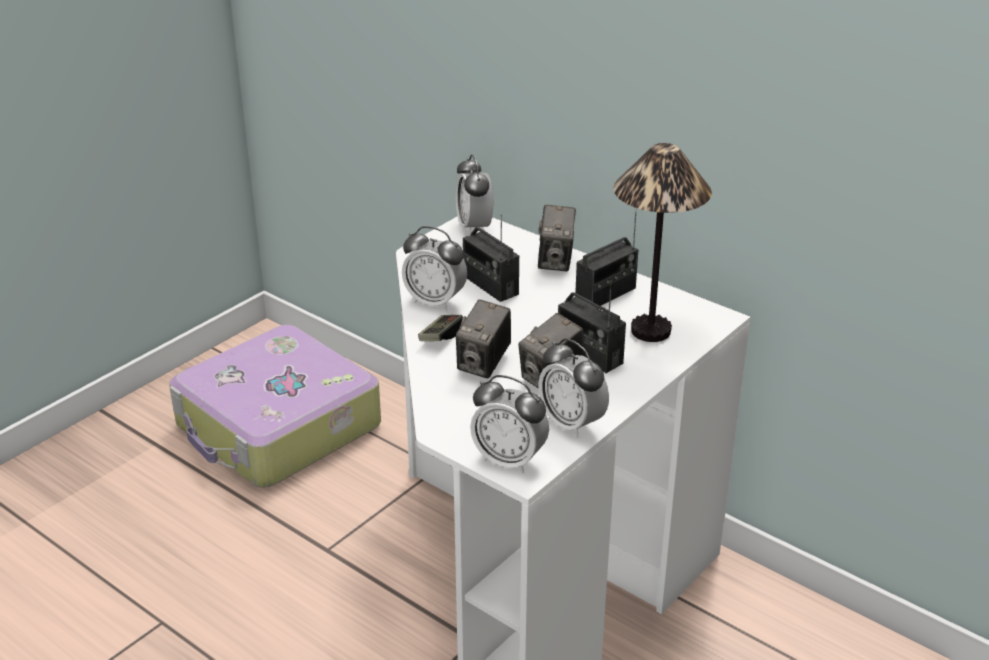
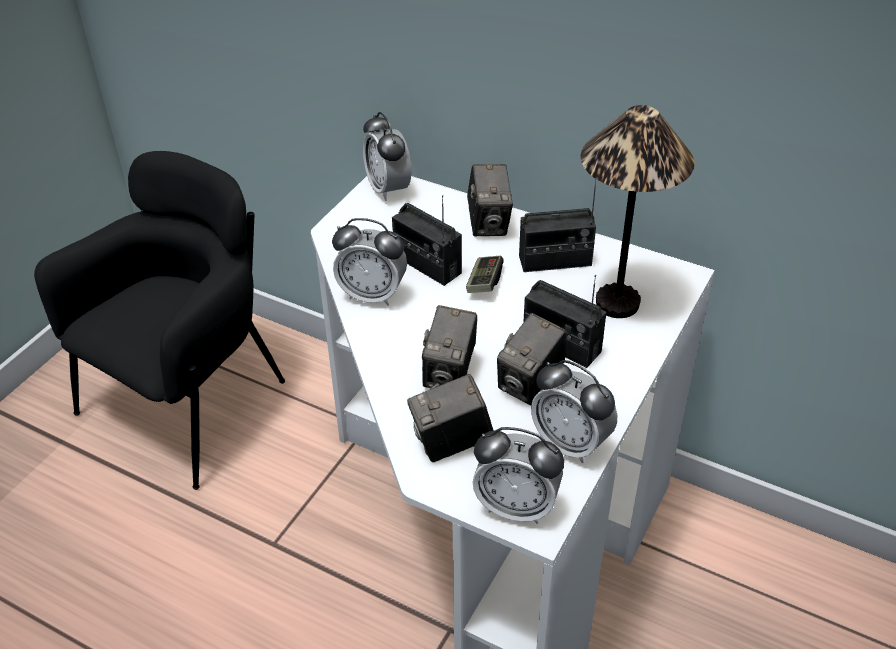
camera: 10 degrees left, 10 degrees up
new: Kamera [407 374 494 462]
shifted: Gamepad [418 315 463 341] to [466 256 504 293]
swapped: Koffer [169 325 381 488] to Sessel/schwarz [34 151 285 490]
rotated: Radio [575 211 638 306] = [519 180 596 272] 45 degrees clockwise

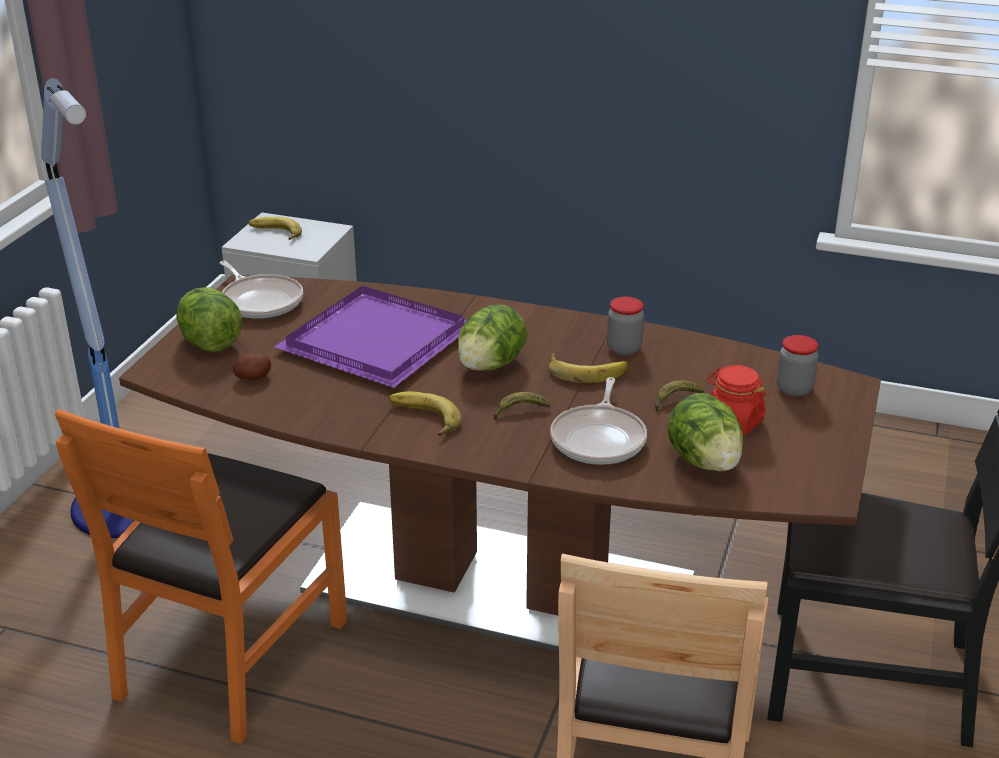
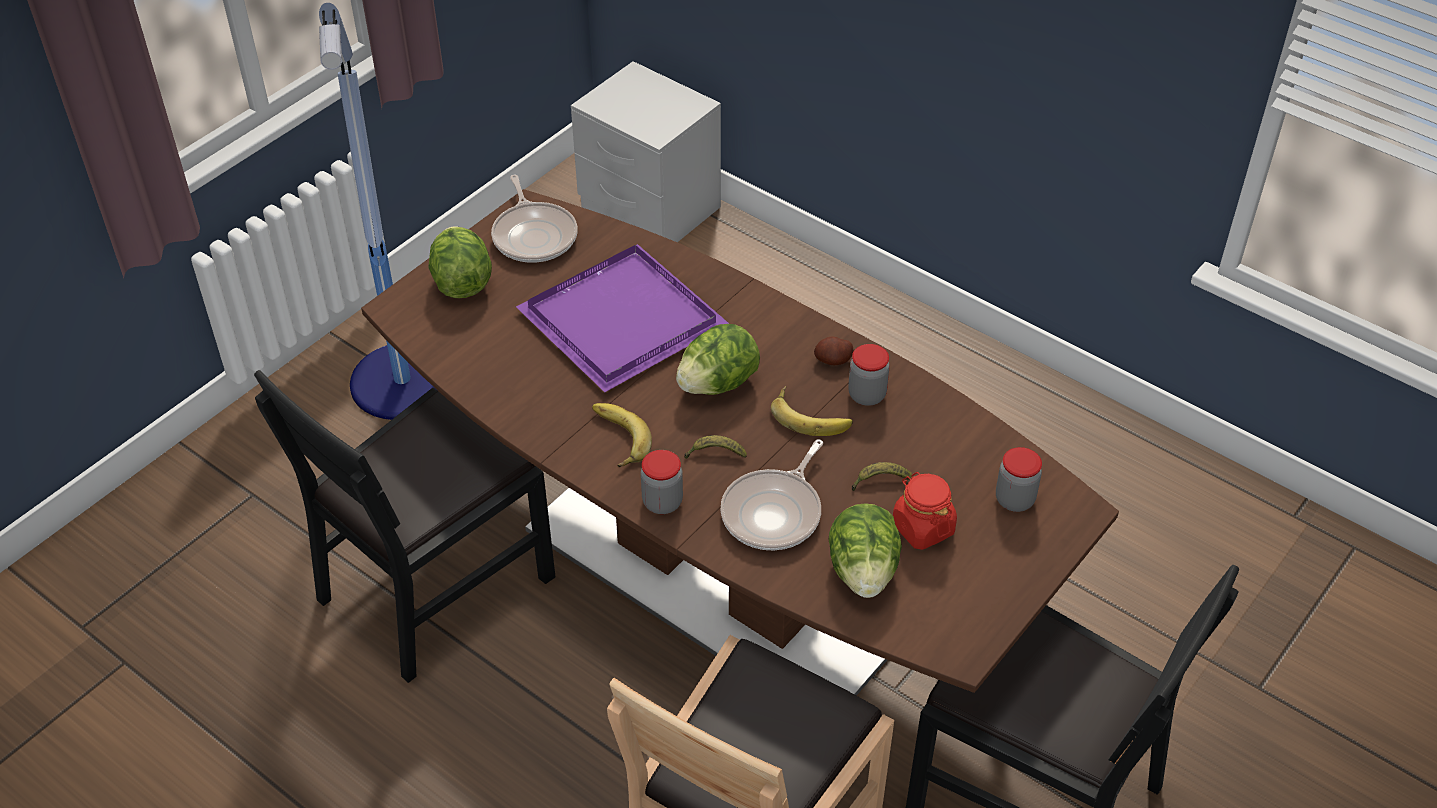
camera: 20 degrees right, 15 degrees up
gone: Banane [249 217 302 240]
new: Vorratsglas [641 450 683 514]
shifted: Kartoffel [233 353 271 380] to [814 336 854 365]
repainted: Stuhl/orange [55 409 347 744] to Stuhl/schwarz [254 370 555 683]

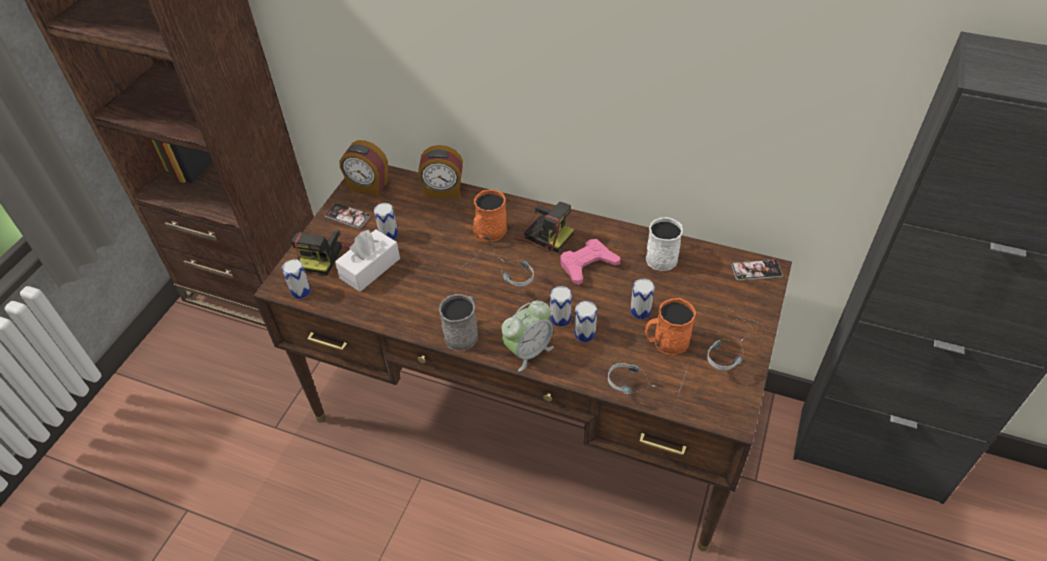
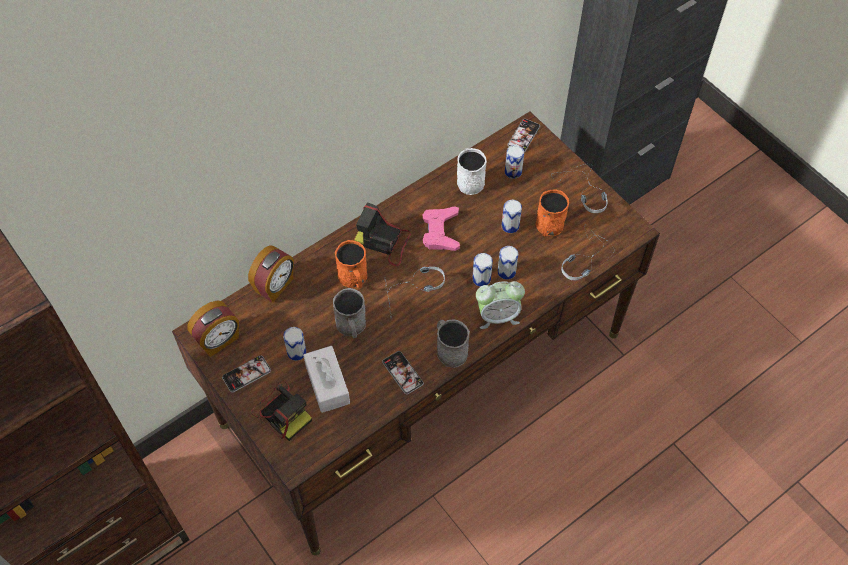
camera: 60 degrees left, 10 degrees up
new: Henkelbecher/grau [333 288 366 338]; Handy [382 351 424 394]
shifted: Dose [282 259 311 299] to [505 145 524 179]
rotated: Wecker [501 301 554 372] = [476 281 525 329] 90 degrees clockwise; Kamera [513 202 574 253] = [354 202 411 266] 135 degrees counterclockwise

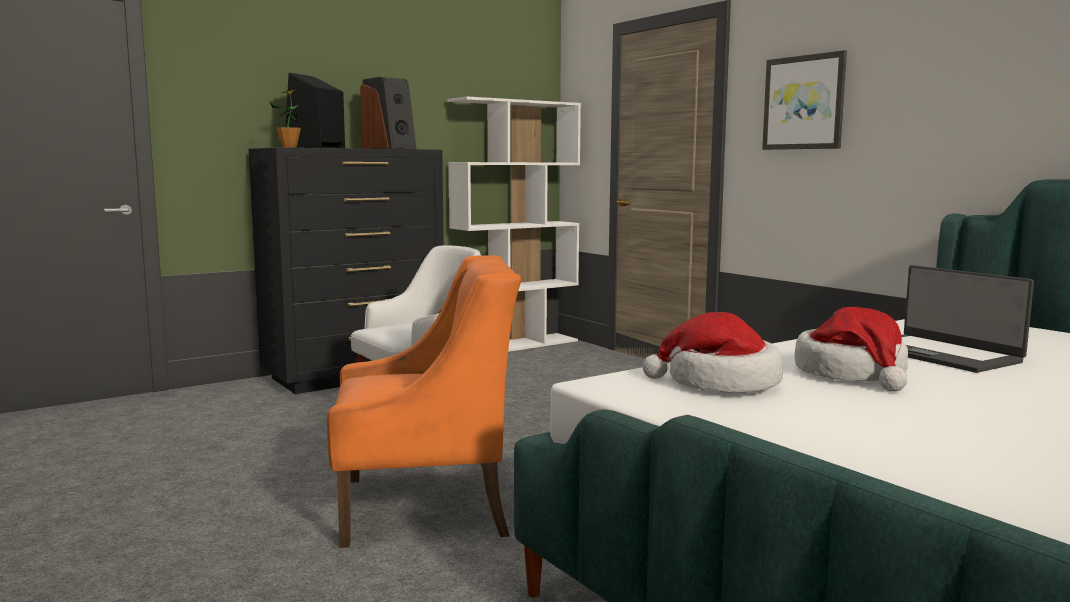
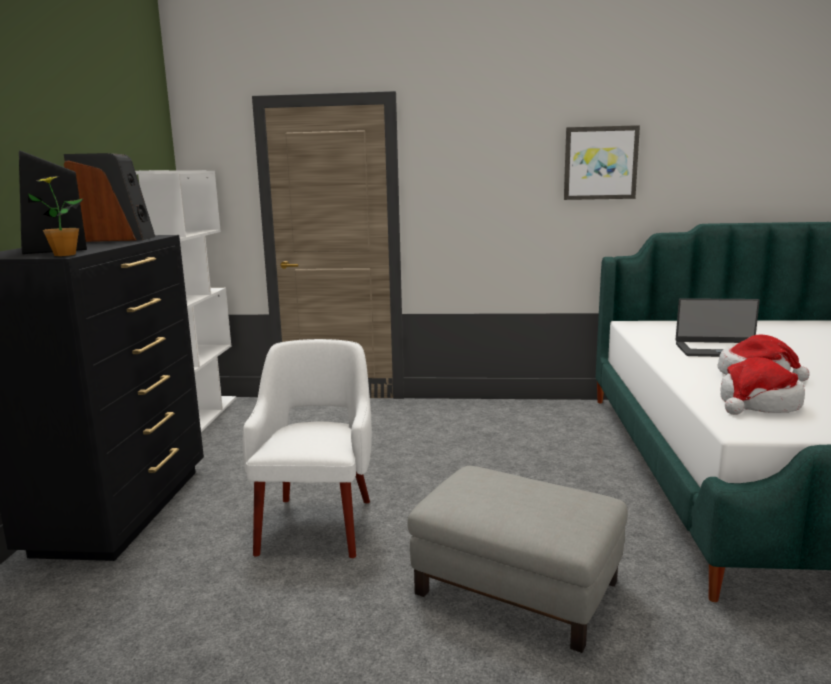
camera: 50 degrees left, 5 degrees up
shifted: Bild [762 50 847 150] to [564 125 640 200]
swapped: Sessel/orange [327 256 521 548] to Polsterhocker/grau [407 466 628 653]

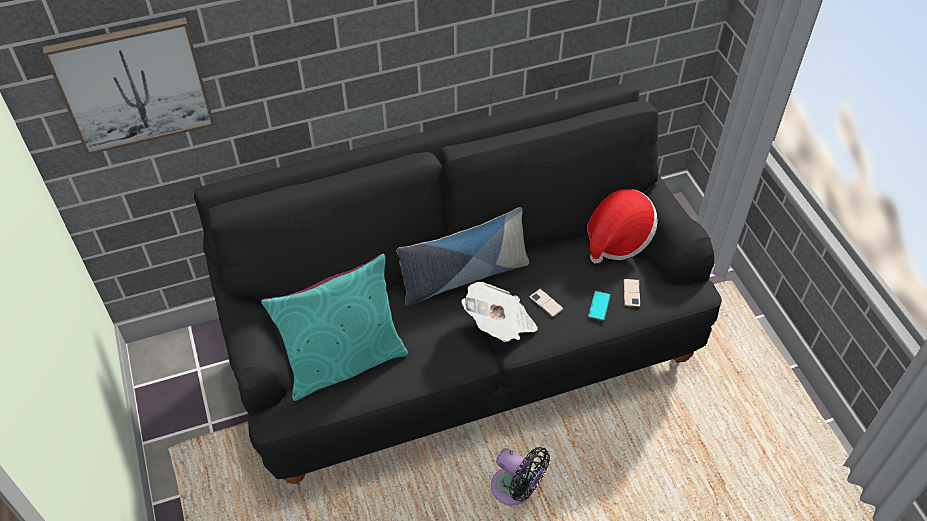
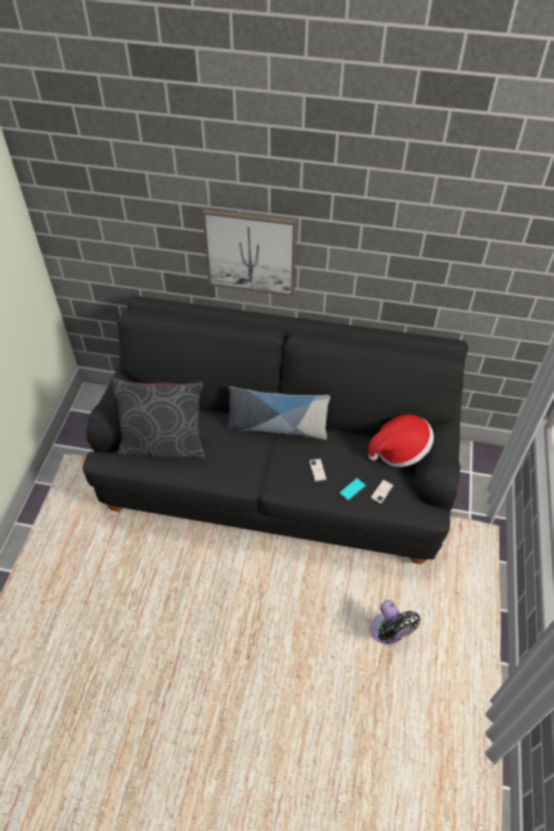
camera: 30 degrees right, 0 degrees up
gone: Zeitung [461 282 538 342]
shifted: Bild [43 17 215 155] to [202 209 296 296]; Ventilator/schwarz [491 447 550 506] to [370 600 420 645]
repainted: Kissen/türkis [261 253 408 401] to Kissen/grau [110 377 205 460]

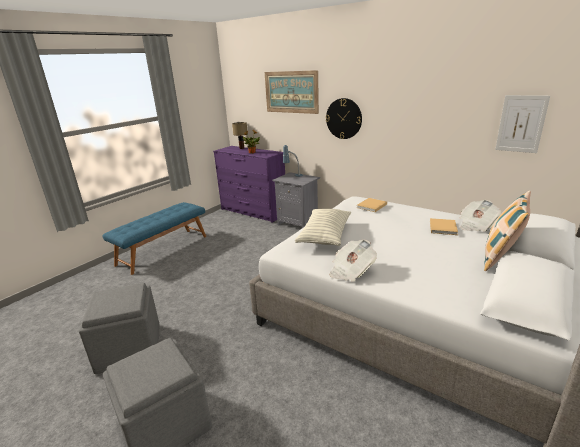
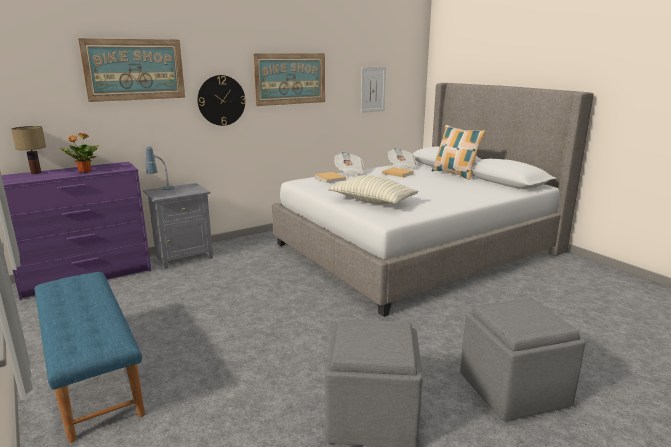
camera: 70 degrees left, 5 degrees down
new: Bild [253 53 325 106]
shifted: Zeitung [329 240 377 281] to [334 152 364 177]

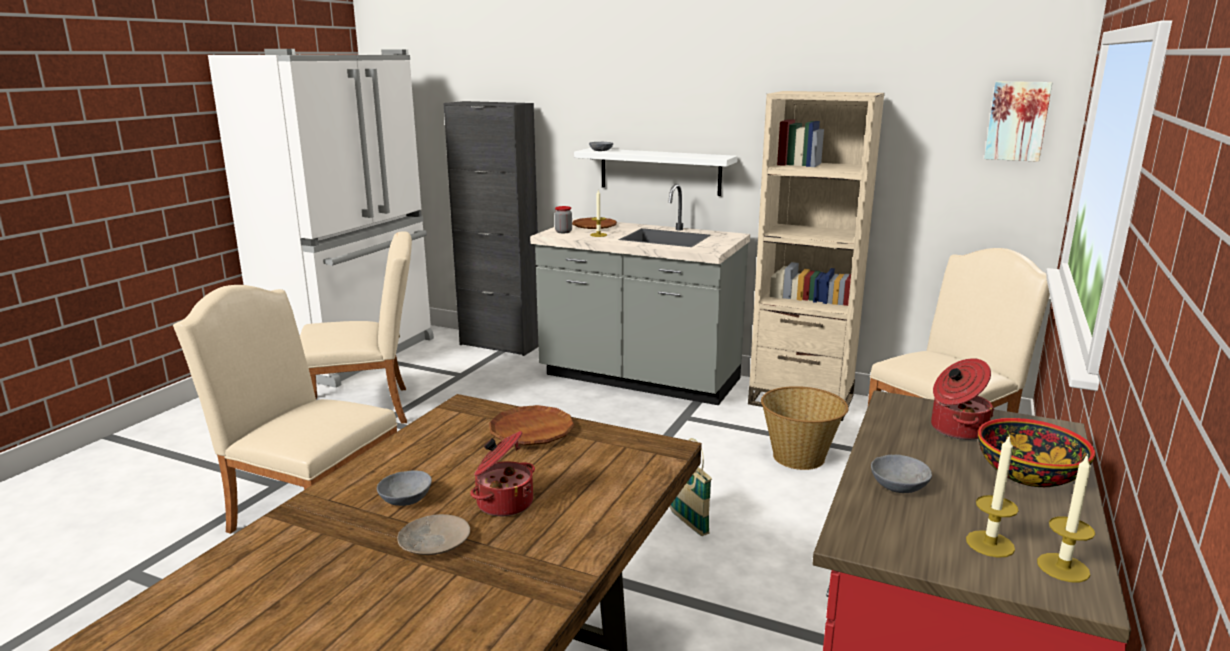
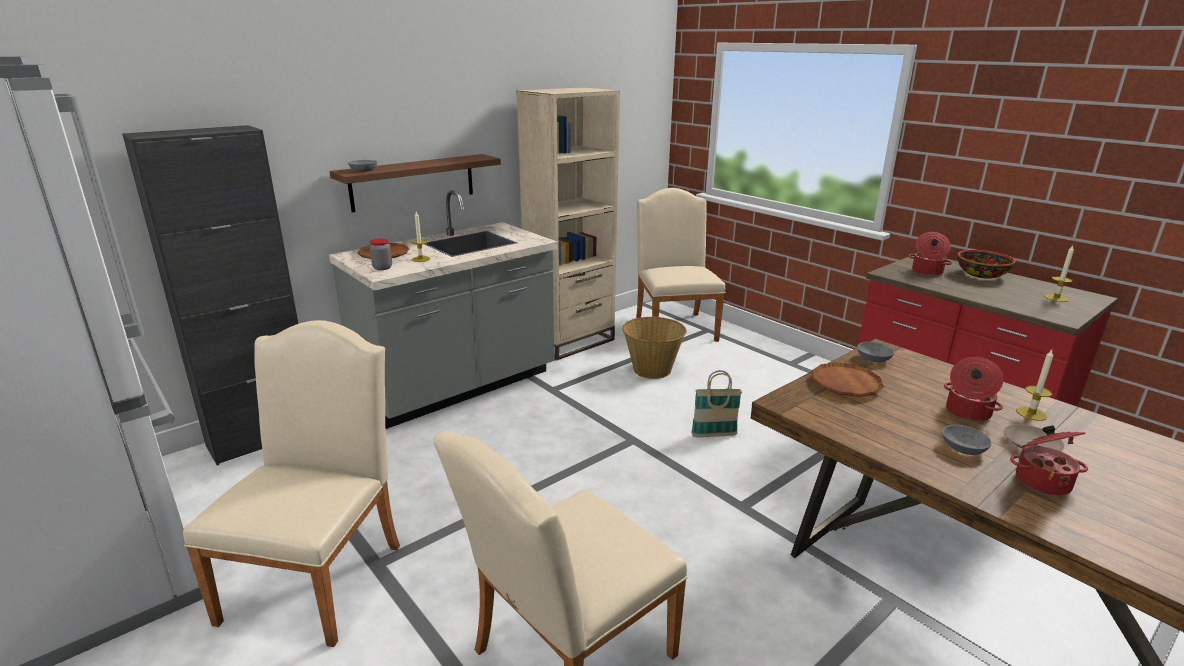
camera: 65 degrees left, 5 degrees up
gone: Bild [984 81 1052 162]
new: Kochtopf [1010 425 1088 496]
shifted: Schüssel/grau [871 455 932 493] to [857 342 894 362]; Kerze [1037 454 1095 582] to [1016 350 1053 421]
repainted: Wandregal/weiß [574 148 738 196] to Wandregal/braun [329 154 501 213]

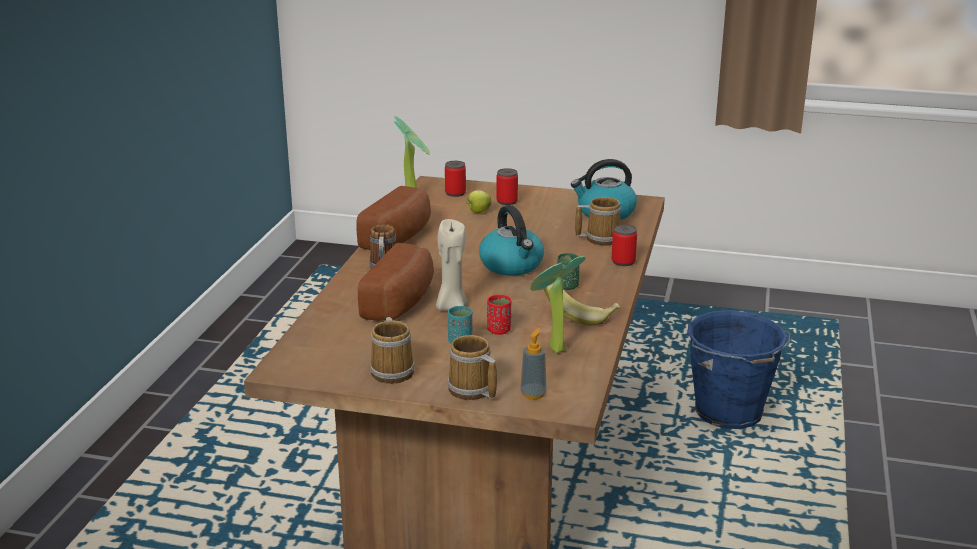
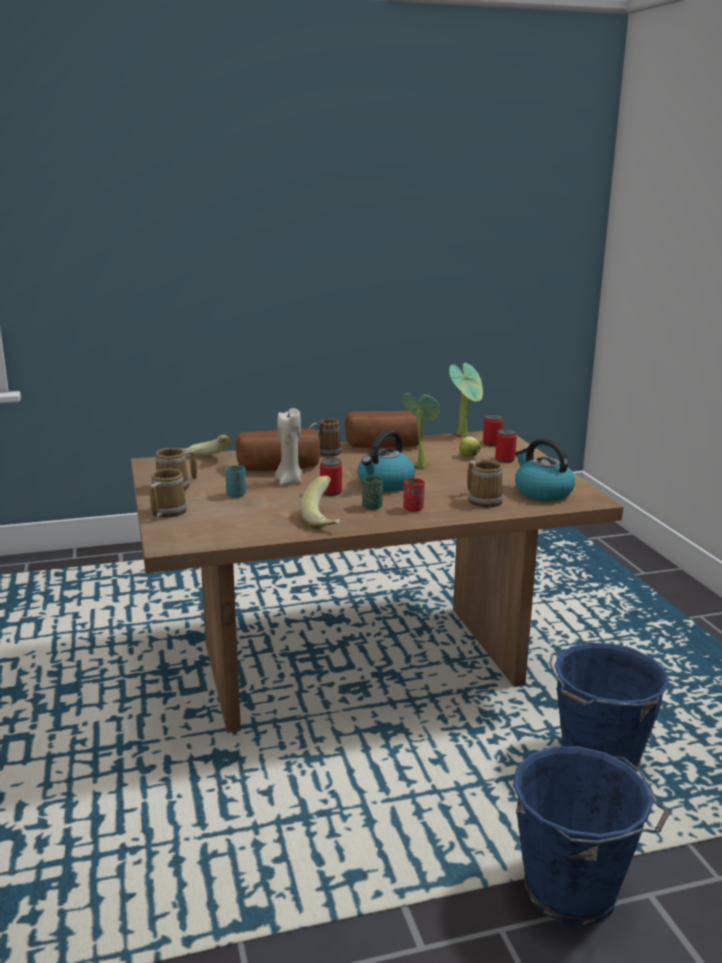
camera: 60 degrees right, 5 degrees down
gone: Seifenspender [520 328 547 400]
new: Banane [180 435 230 456]; Eimer/blau [513 746 670 926]
shifted: Tasse/rot [487 295 511 335] to [403 478 425 512]; Topfpflanze [530 256 585 353] to [402 393 440 468]; Dose [612 225 637 266] to [320 458 342 496]

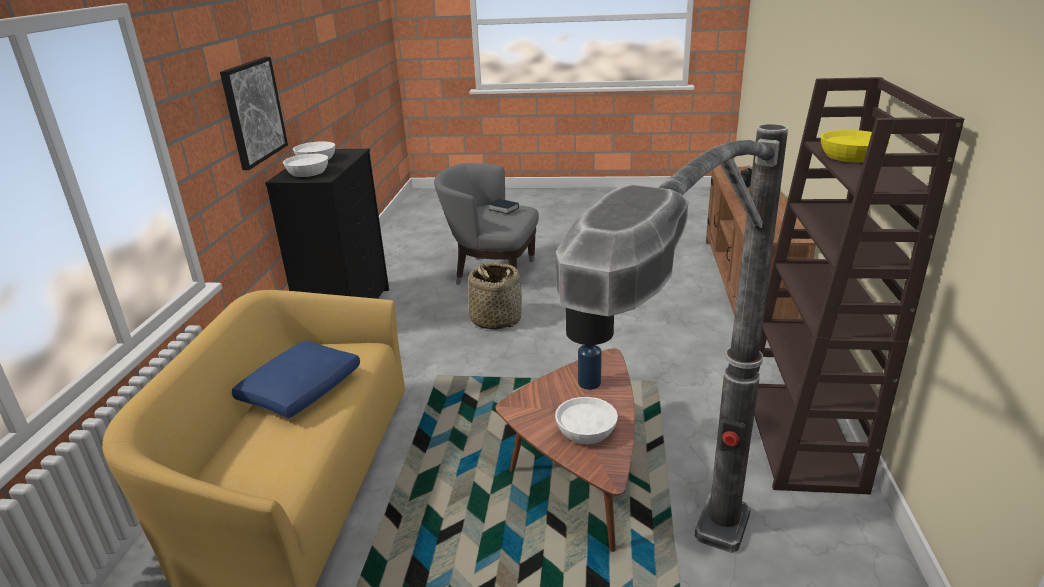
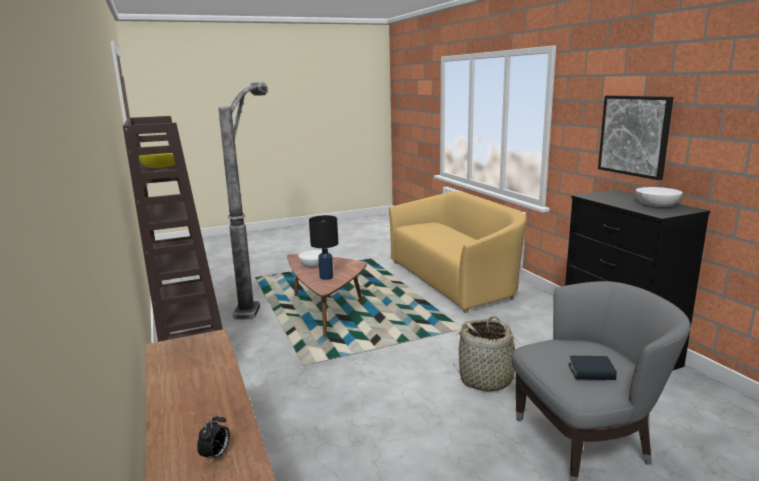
camera: 150 degrees right, 10 degrees down
gone: Kissen/blau [232 341 360 418]; Schüssel/weiß [283 154 328 177]

